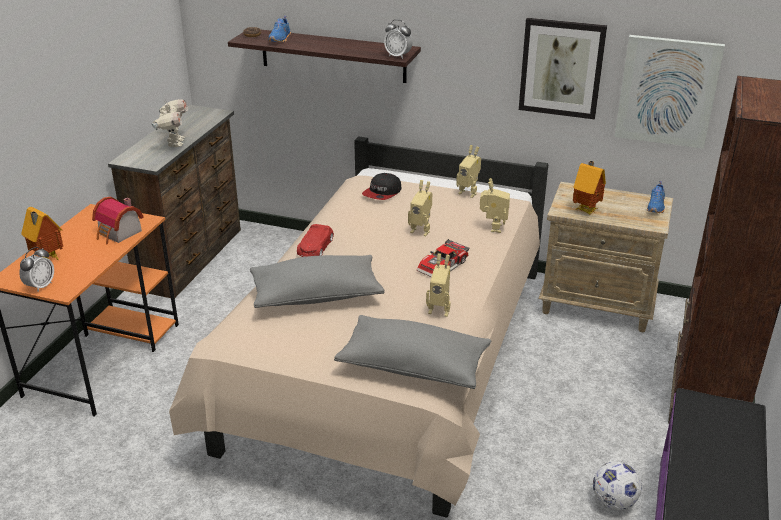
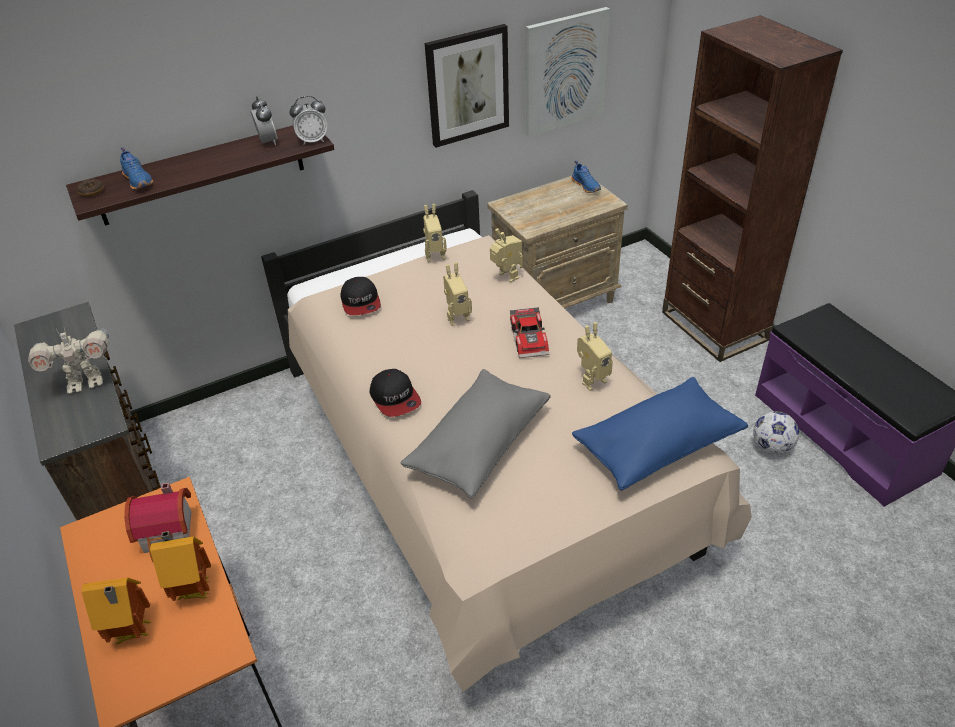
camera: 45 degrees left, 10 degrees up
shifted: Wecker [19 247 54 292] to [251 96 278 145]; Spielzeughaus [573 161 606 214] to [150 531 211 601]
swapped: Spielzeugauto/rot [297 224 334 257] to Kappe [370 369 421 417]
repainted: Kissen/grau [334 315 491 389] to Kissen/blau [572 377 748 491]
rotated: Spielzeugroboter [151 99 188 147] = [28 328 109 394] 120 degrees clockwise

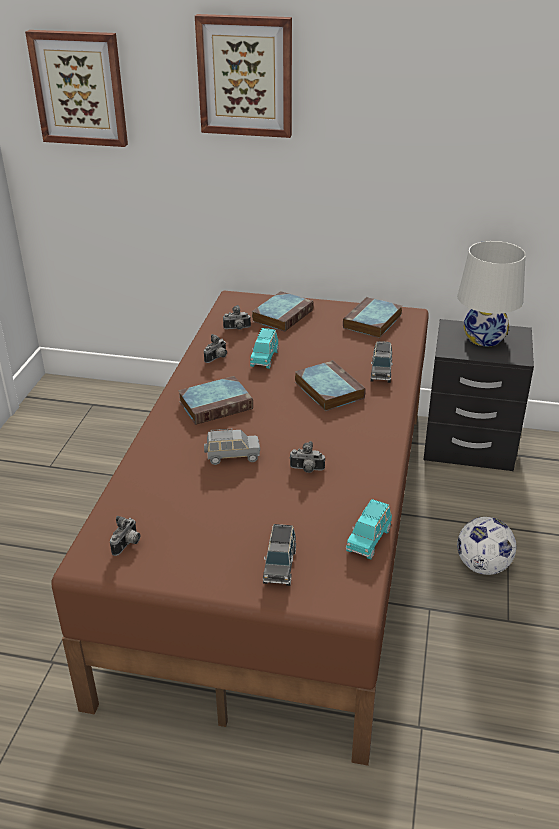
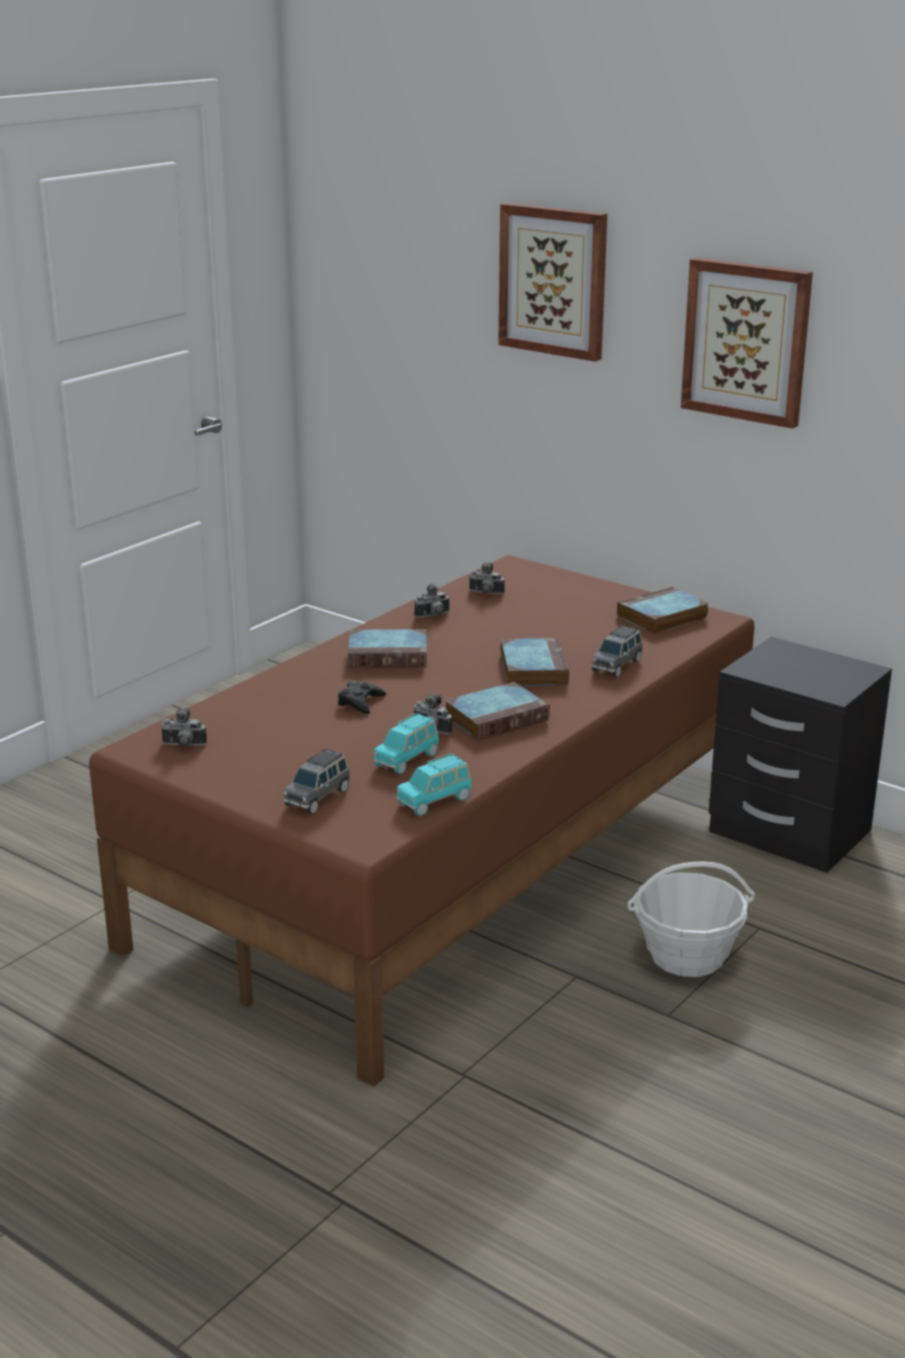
camera: 25 degrees right, 10 degrees down
gone: Tischlampe/weiß [457 241 526 346]
shifted: Bild [25 30 128 147] to [681 258 813 429]; Spielzeugauto/türkis [250 328 278 369] to [373 713 439 774]; Buch [252 291 314 332] to [444 682 550 741]
swapped: Spielzeugauto/grau [204 429 260 465] to Gamepad/schwarz [338 680 386 714]; Fußball [457 517 516 575] to Korb [628 862 755 977]
rotated: Kamera [110 516 140 556] = [161 707 207 747] 45 degrees clockwise

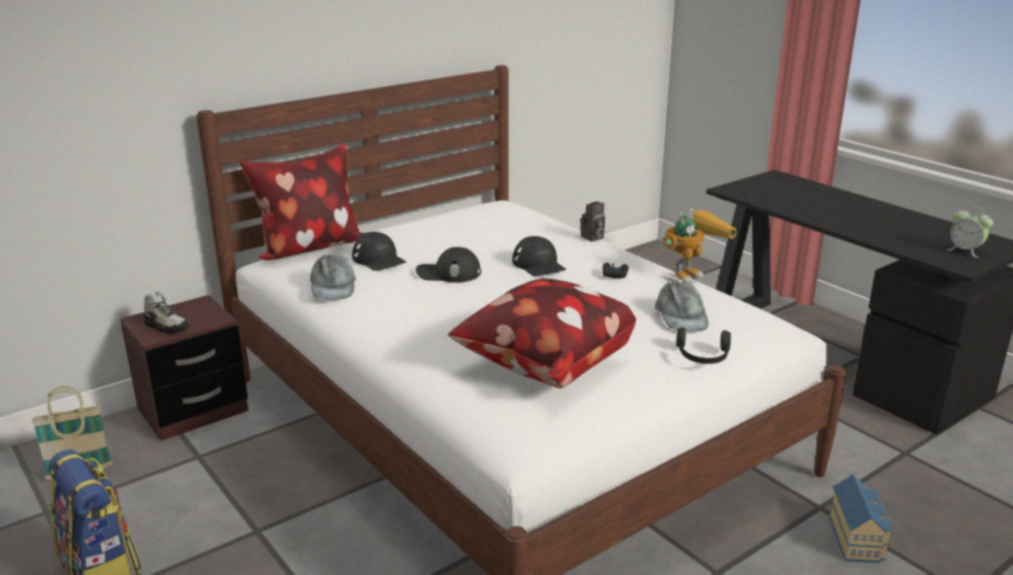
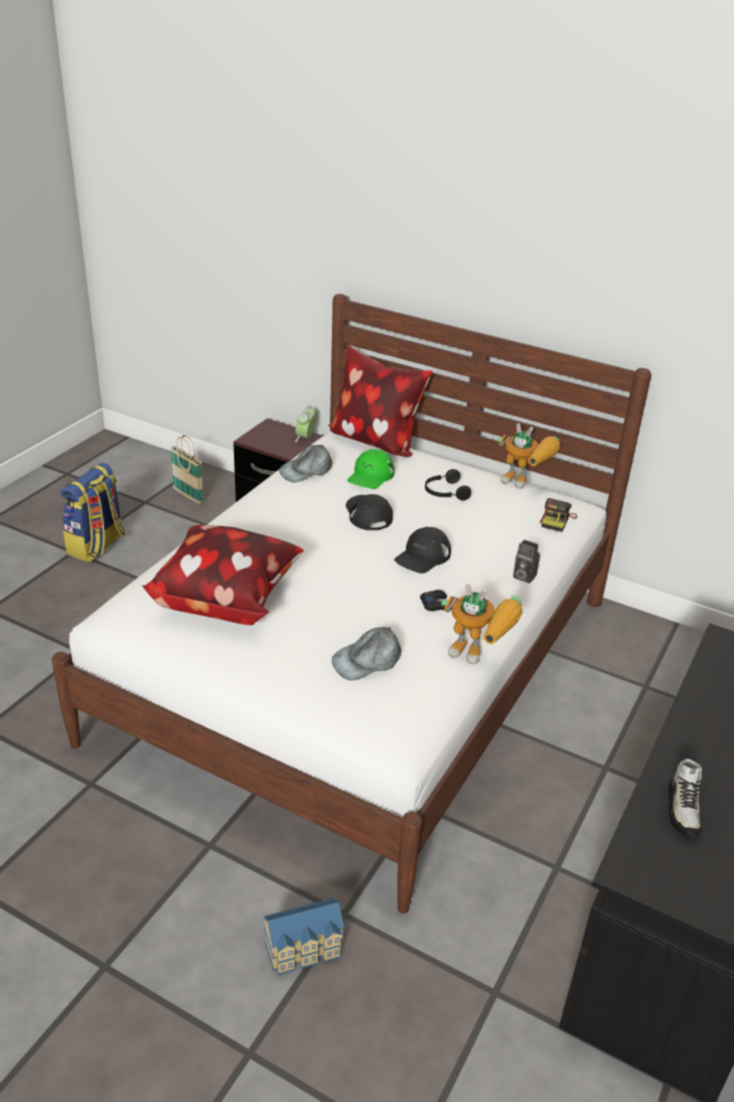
camera: 65 degrees right, 10 degrees up
new: Spielzeugroboter [497 423 560 489]; Kamera [540 498 577 532]
shifted: Schuh [144 291 189 334] to [668 759 702 836]; Kopfhörer/schwarz [676 327 731 364] to [425 469 471 501]; Wecker [946 206 993 258] to [295 406 316 443]
repainted: Kappe/schwarz [352 232 406 271] to Kappe/grün [347 449 395 489]

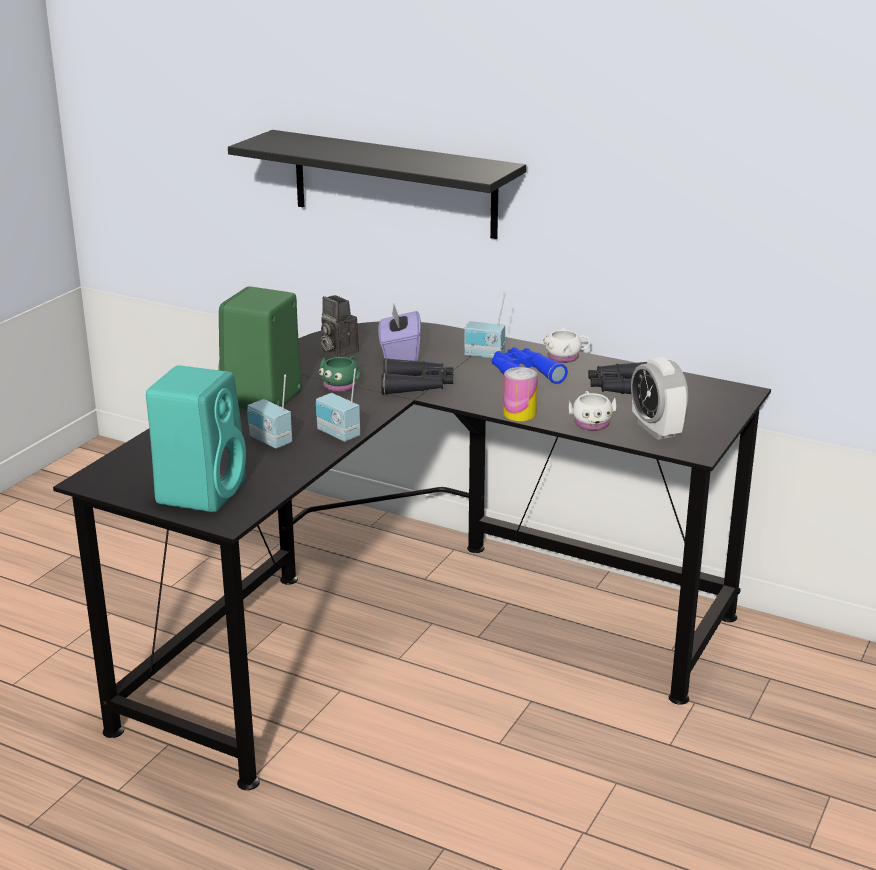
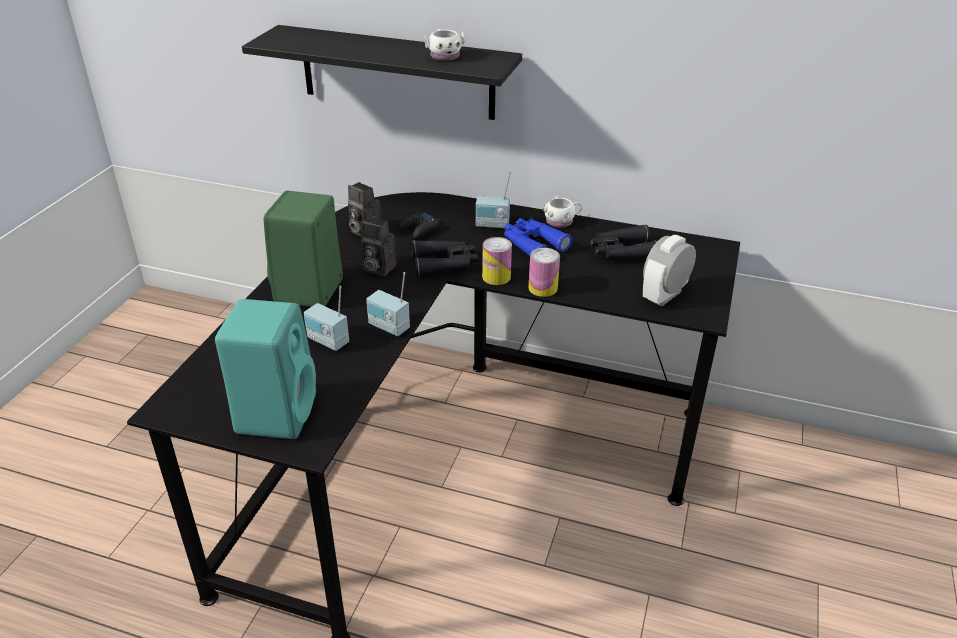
camera: 10 degrees left, 10 degrees up
new: Dose [482 237 512 285]
shifted: Henkelbecher/weiß [569 391 616 431] to [425 29 464 61]
swapped: Henkelbecher/grün [319 356 360 392] to Kamera [361 217 396 276]; Taschentuchbox/lila [378 304 421 361] to Gamepad/schwarz [399 209 439 239]
rotated: Wecker [631 357 688 440] = [643 235 696 306] 75 degrees clockwise

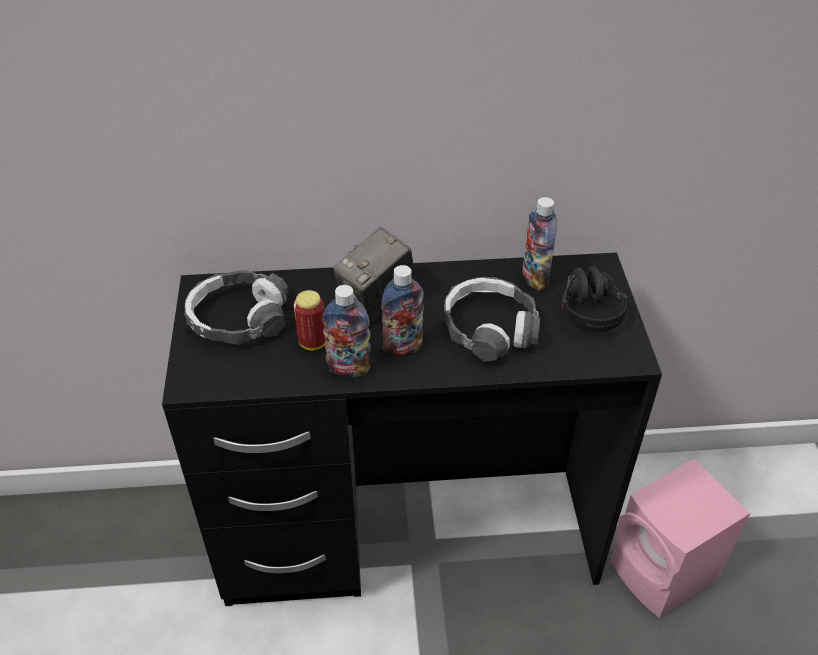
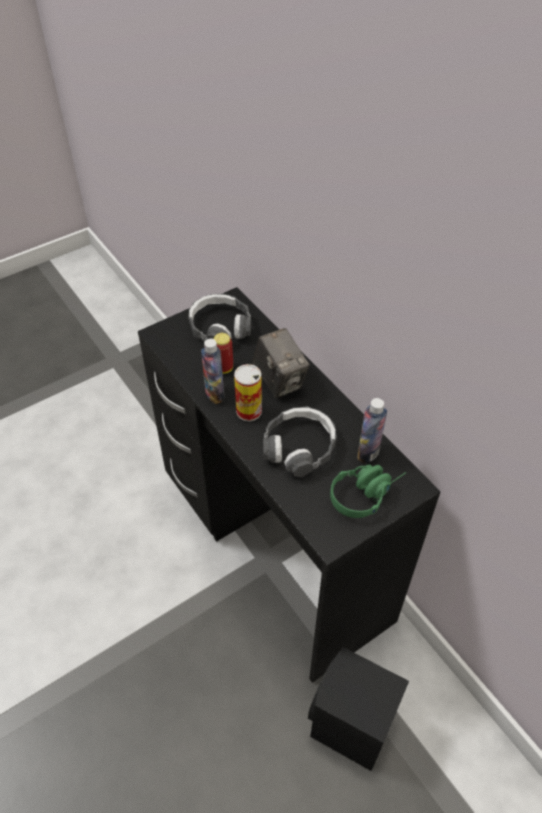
camera: 60 degrees right, 5 degrees up
swapped: Flasche [381 265 424 358] to Dose [234 364 262 422]
repainted: Kopfhörer/schwarz [561 257 627 332] to Kopfhörer/grün [330 465 406 518]; Lautsprecher/rosa [611 459 750 618] to Lautsprecher/schwarz [308 647 409 771]
rotated: Kamera [333 227 416 323] = [253 328 310 398] 135 degrees counterclockwise

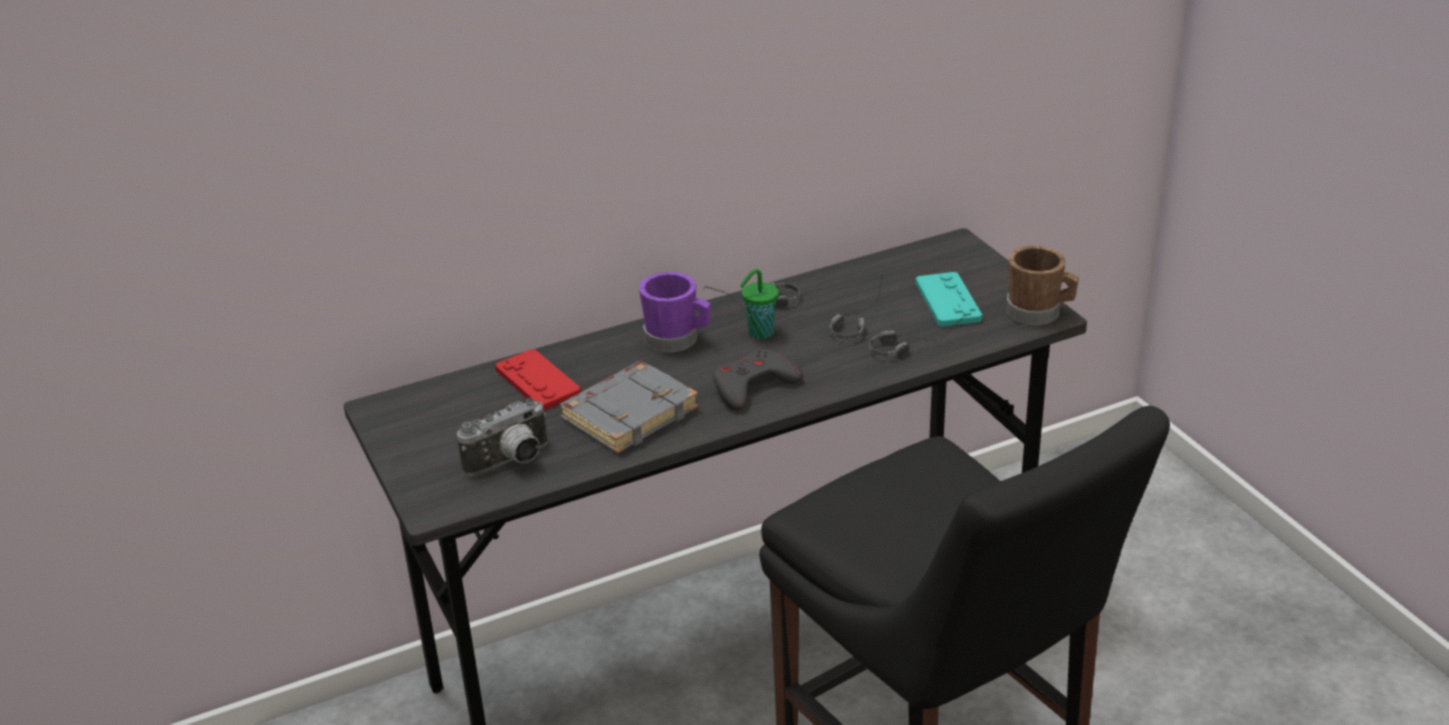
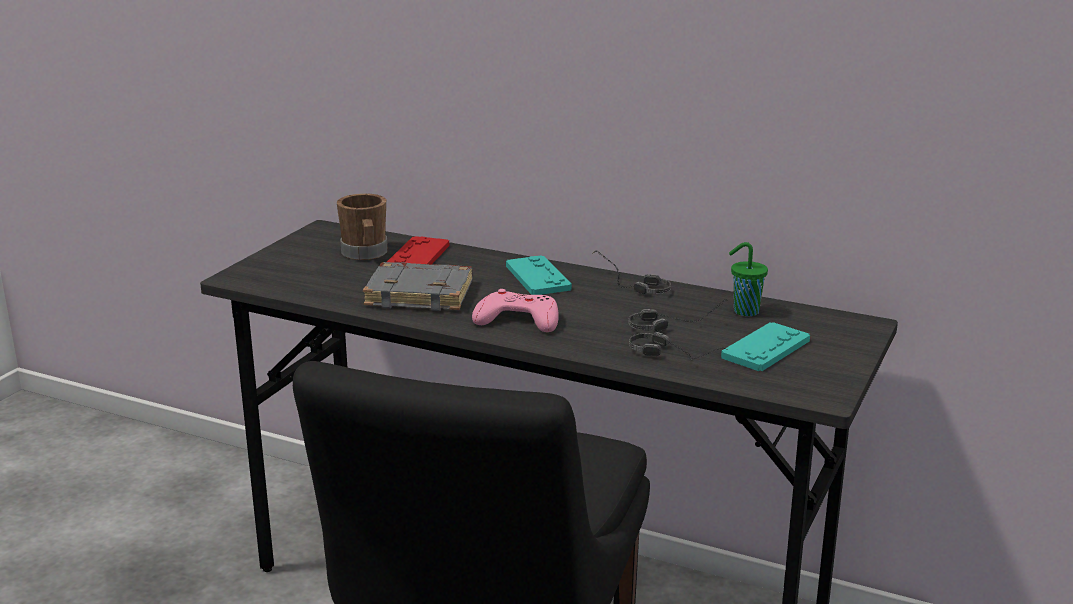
camera: 50 degrees right, 10 degrees down
gone: Kamera [457 398 547 476]
shifted: Tasse/grün [740 269 779 339] to [729 242 768 316]; Henkelbecher/braun [1006 246 1079 325] to [337 193 388 260]
swapped: Henkelbecher/lila [639 272 711 353] to Gamepad/türkis [506 255 572 295]
repainted: Gamepad/grau [713 349 803 411] to Gamepad/rosa [472 289 559 332]

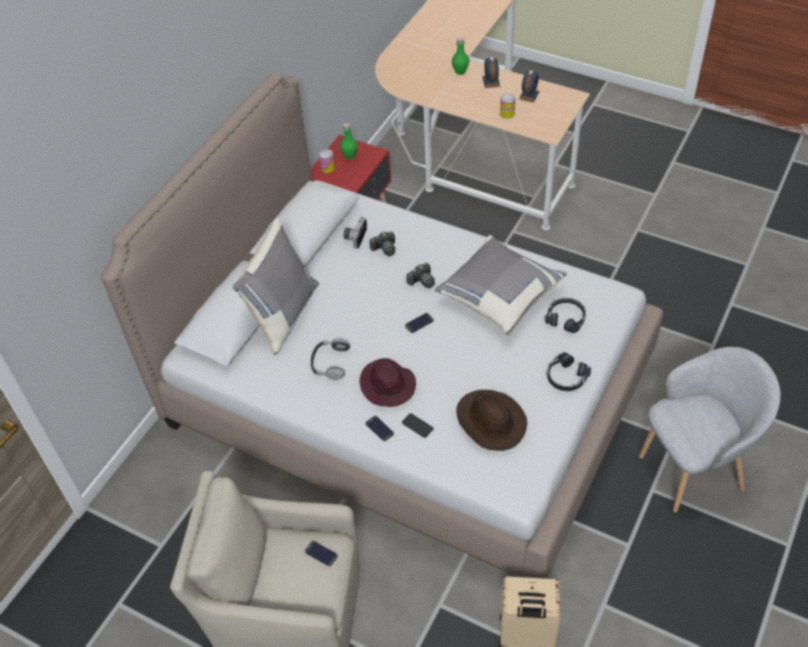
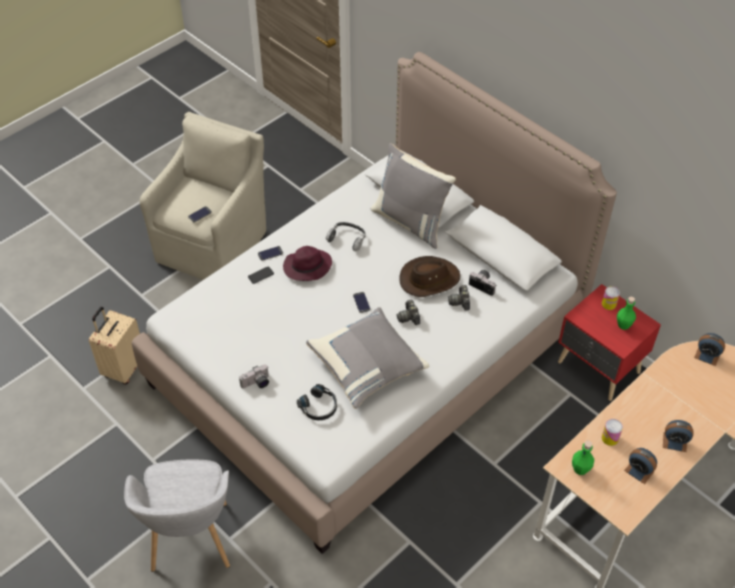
camera: 105 degrees right, 0 degrees up
new: Wecker [694 333 725 366]
shifted: Flasche/grün [452 37 469 75] to [572 441 594 475]; Hut/braun [456 390 527 451] to [399 256 460 297]
swapped: Kopfhörer/schwarz [547 352 591 391] to Kamera [239 364 269 389]

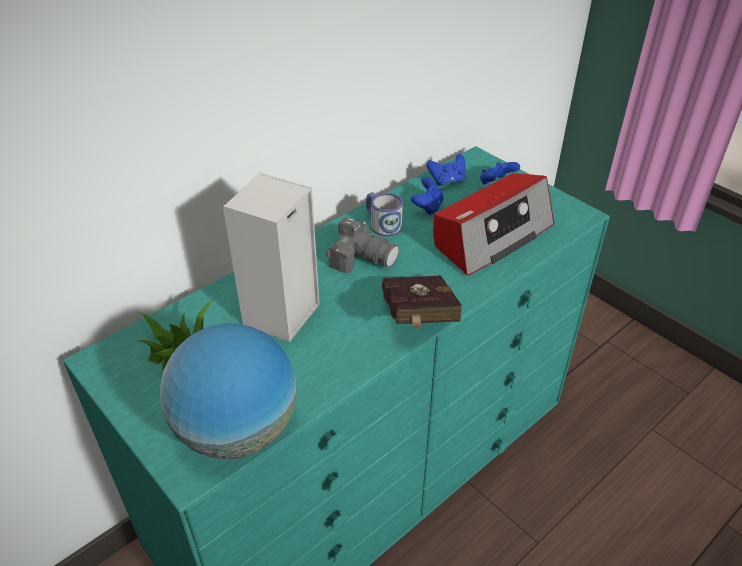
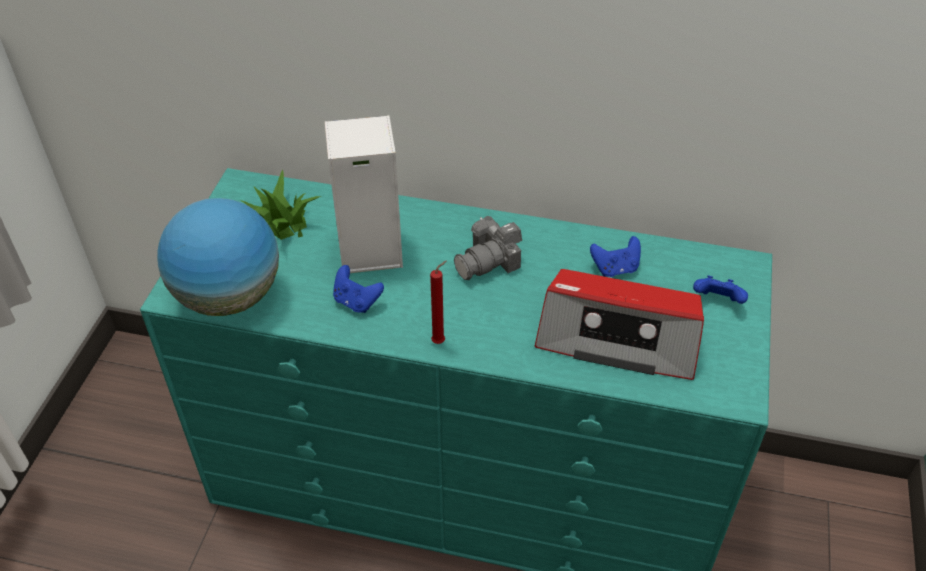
camera: 55 degrees right, 5 degrees up
gone: Henkelbecher [366 192 403 236]
shifted: Gamepad/blau [426 154 466 186] to [333 265 384 313]
swapped: Buch/rot [382 275 462 330] to Kerze/rot [430 261 447 344]
rotated: Kamera [326 217 399 273] = [454 216 522 280] 60 degrees clockwise

